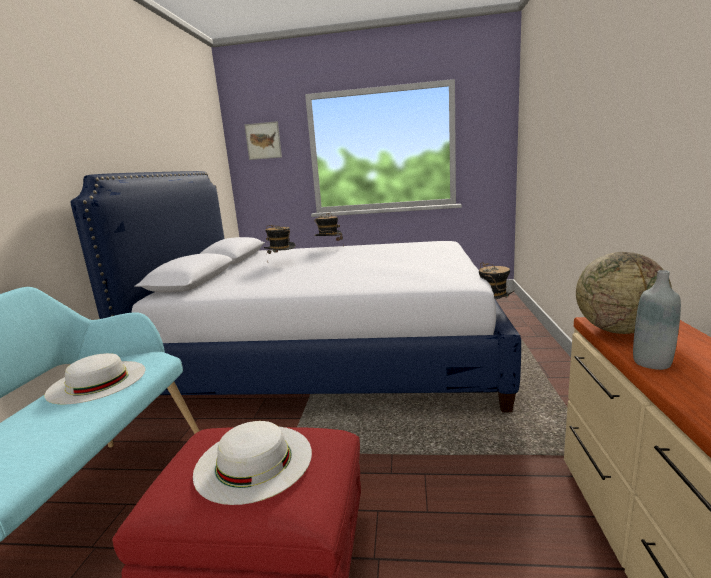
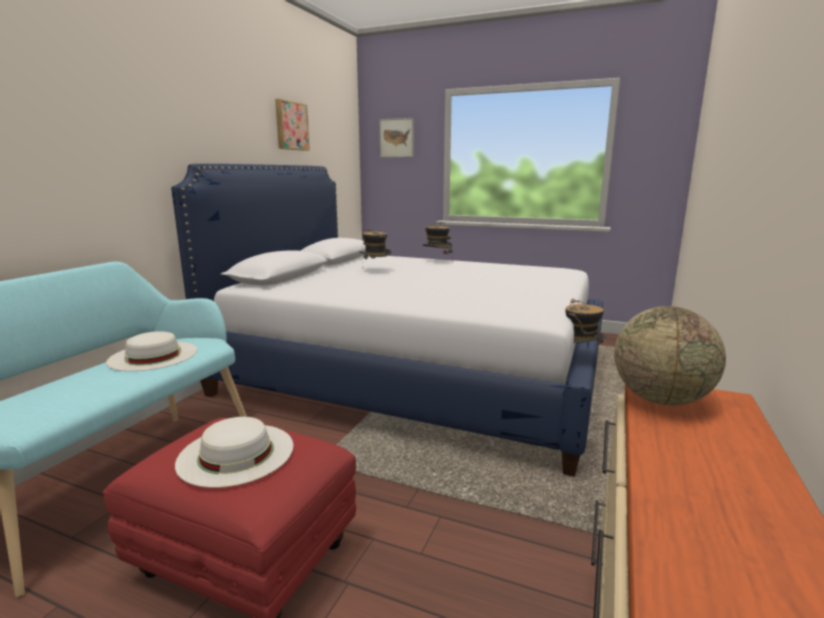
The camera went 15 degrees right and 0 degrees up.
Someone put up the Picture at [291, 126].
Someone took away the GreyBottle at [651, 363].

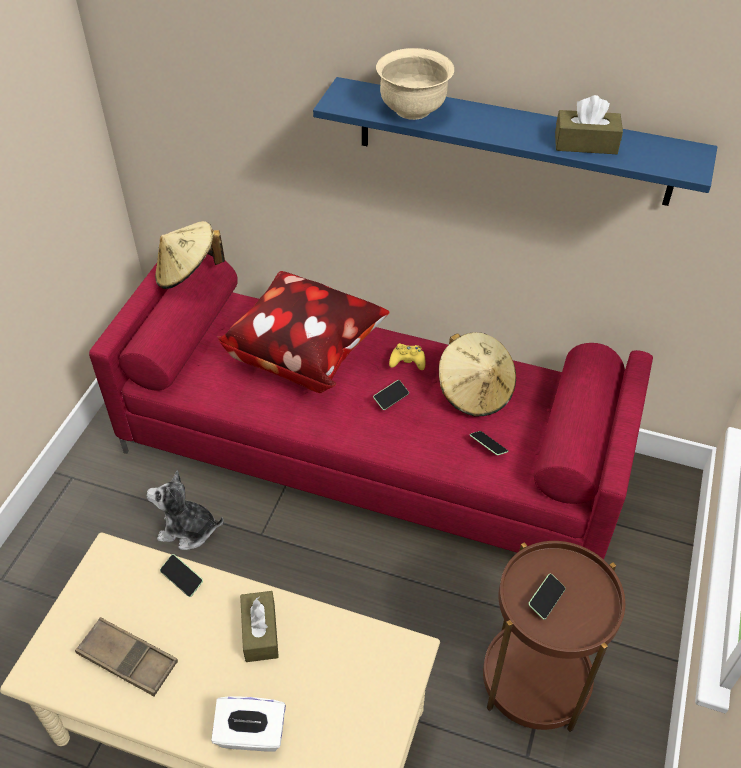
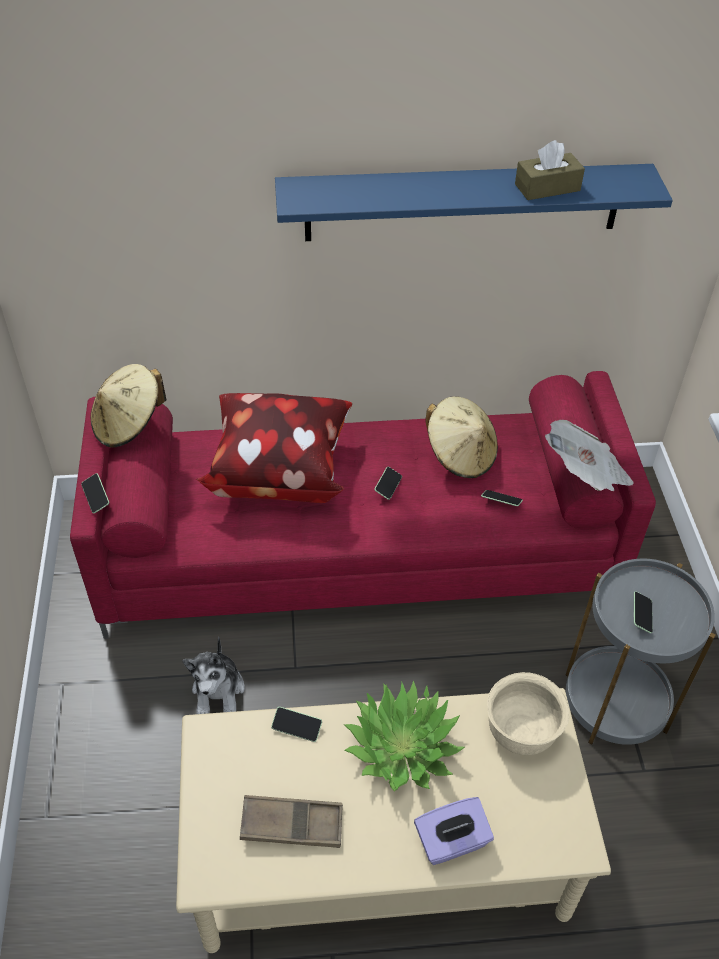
The camera went 25 degrees left and 0 degrees up.
Someone put down the Phone at [96, 497].
Someone rotated the PlushToy at [188, 530] by 75 degrees counterclockwise.
Someone swapped the BrownTissueBox at [260, 632] for the PottedPlant at [402, 747].
Someone repainted the WhiteTissueBox at [251, 734], which became the PurpleTissueBox at [451, 842].
Someone carried the BeigeBowl from [413, 110] to [521, 732].
Someone put down the Newspaper at [585, 474].
Someone repainted the BrownSideTable at [535, 681], which became the GreySideTable at [615, 702].
Someone took away the YellowGameController at [407, 361].

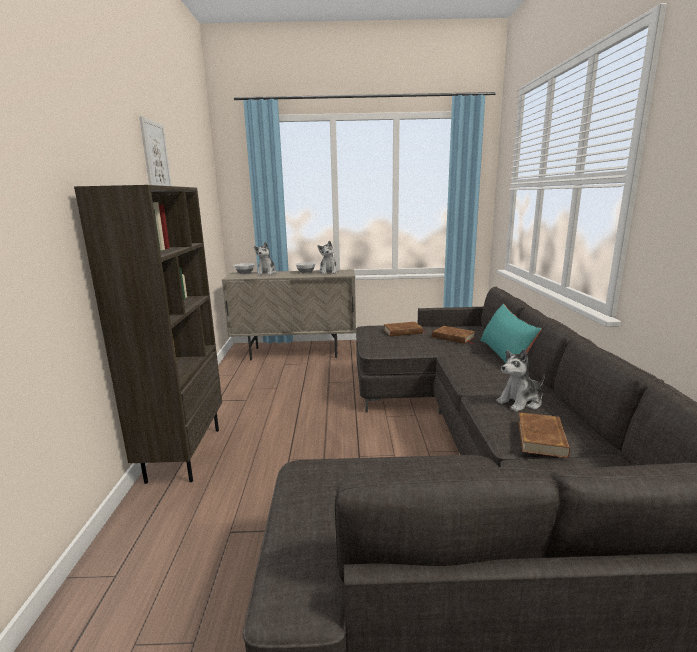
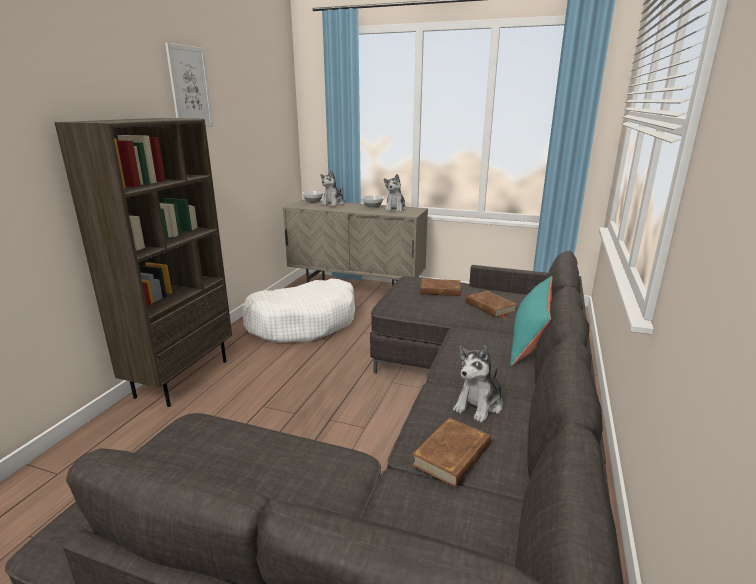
The camera went 20 degrees right and 5 degrees up.
Someone put down the WhiteDogBed at [303, 323].
Someone rotated the PlushToy at [520, 402] by 45 degrees counterclockwise.

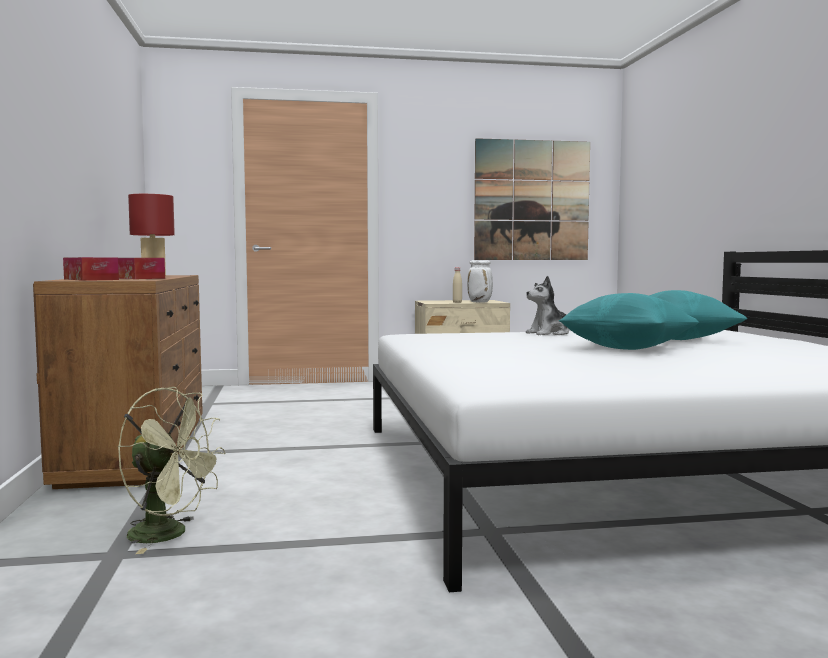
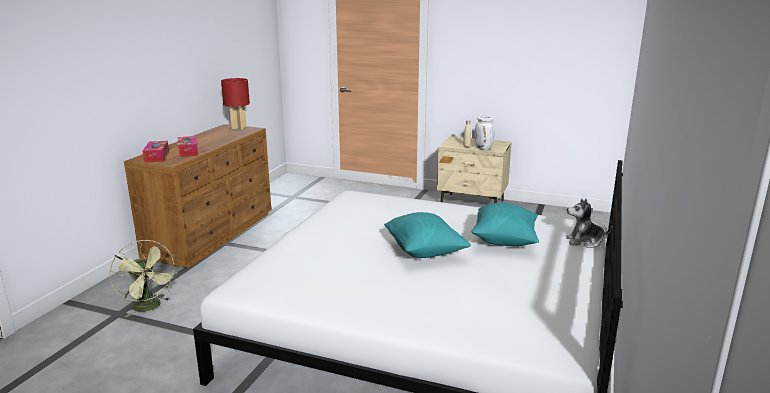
The camera went 30 degrees right and 15 degrees up.
Someone carried the PlushToy from [549, 333] to [584, 242].
Someone took away the Picture at [532, 200].

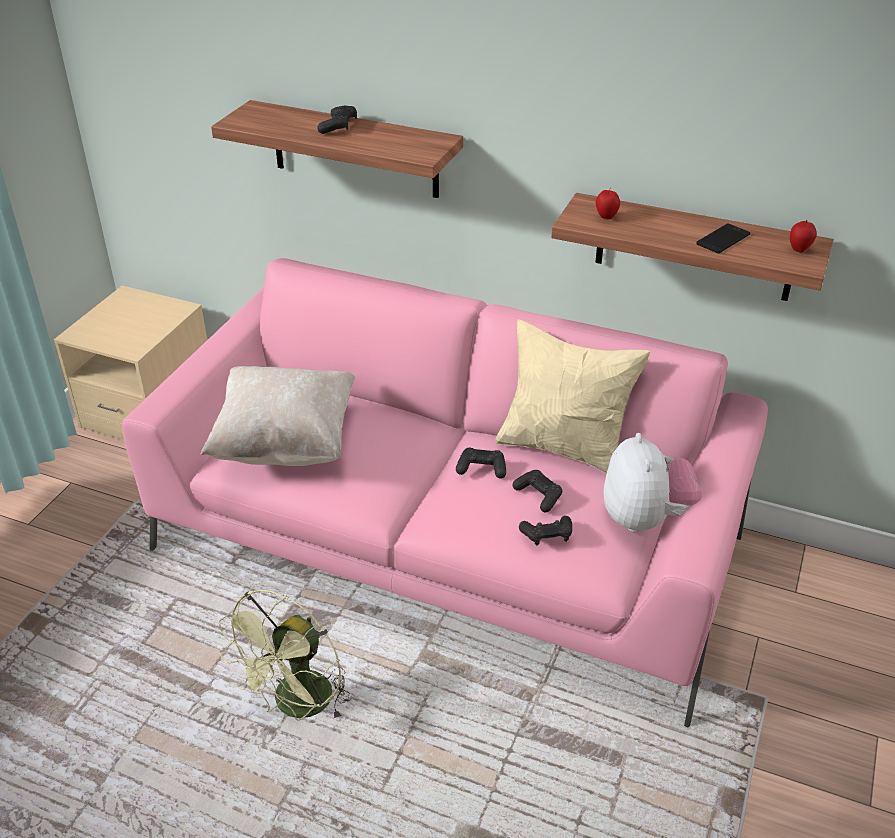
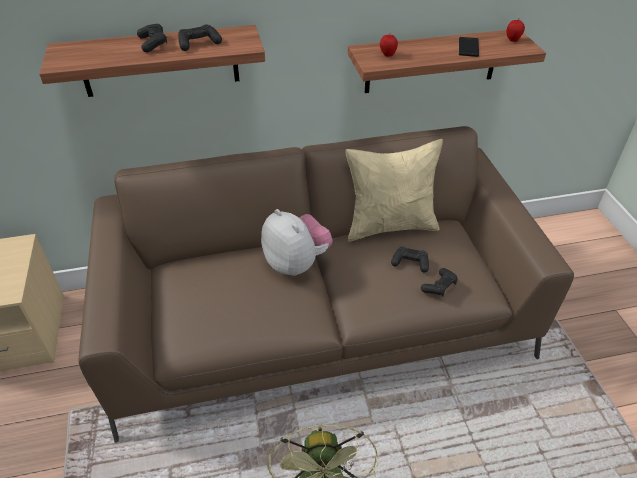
The camera went 35 degrees left and 5 degrees up.
Someone repainted the PinkSofa at [448, 543], which became the BrownSofa at [318, 321].
Someone carried the BlackGameController from [481, 469] to [199, 43].
Someone carried the PlushToy from [645, 519] to [296, 263].
Someone took away the BeigePillow at [285, 442].

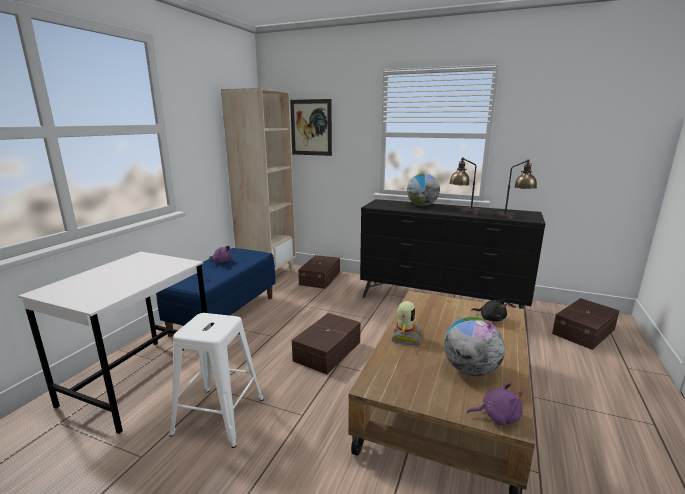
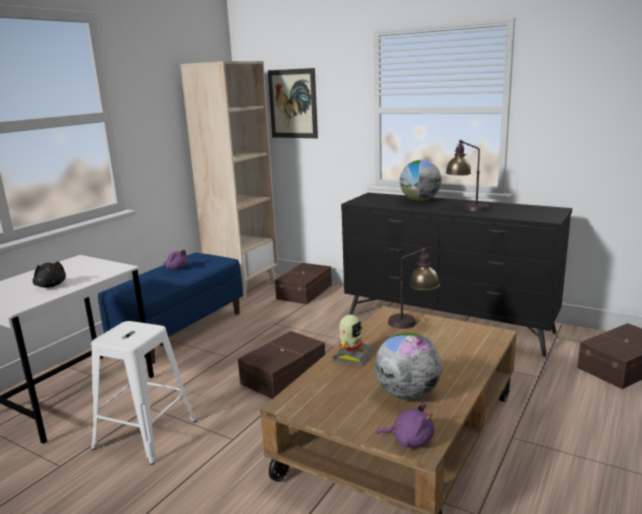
The camera went 10 degrees right and 0 degrees up.
Someone carried the BlackPlushToy from [490, 318] to [51, 285].
Someone carried the TableLamp from [513, 216] to [413, 323].

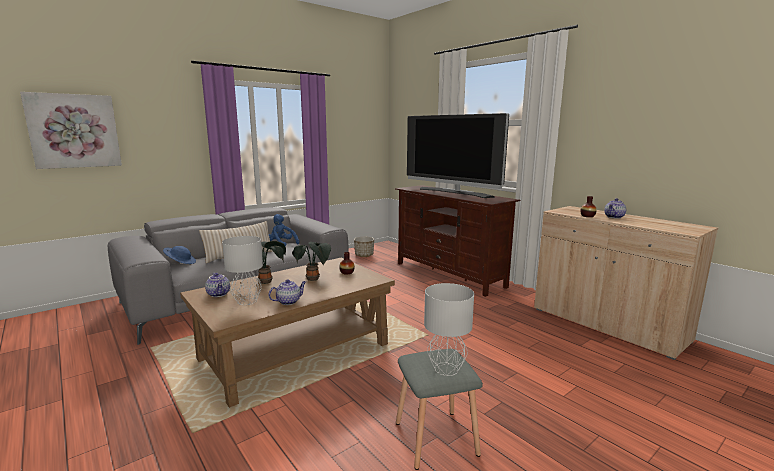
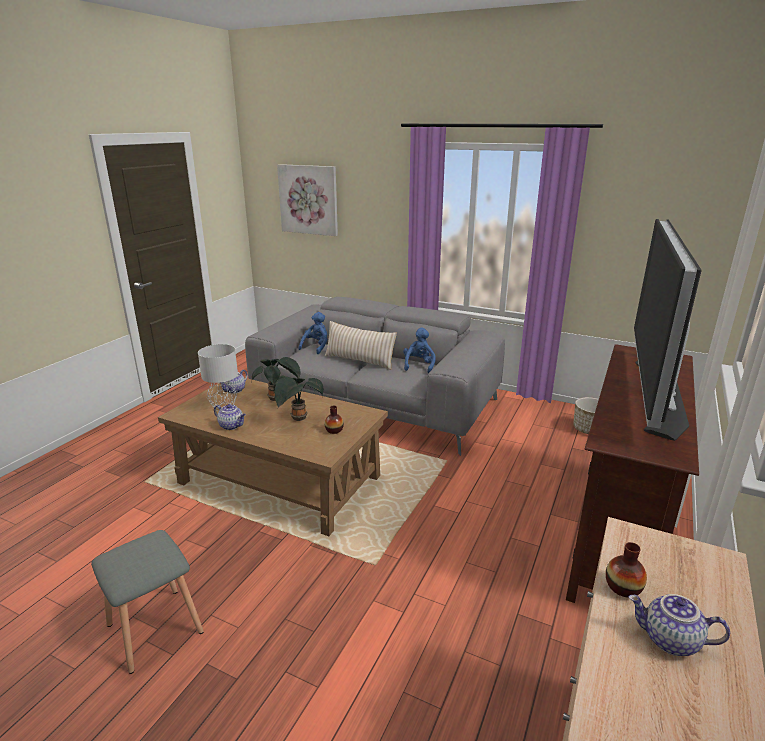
The camera went 65 degrees right and 10 degrees up.
Someone swapped the BlueHat at [180, 263] for the BluePlushToy at [316, 347].
Someone took away the GreyTableLamp at [446, 368].

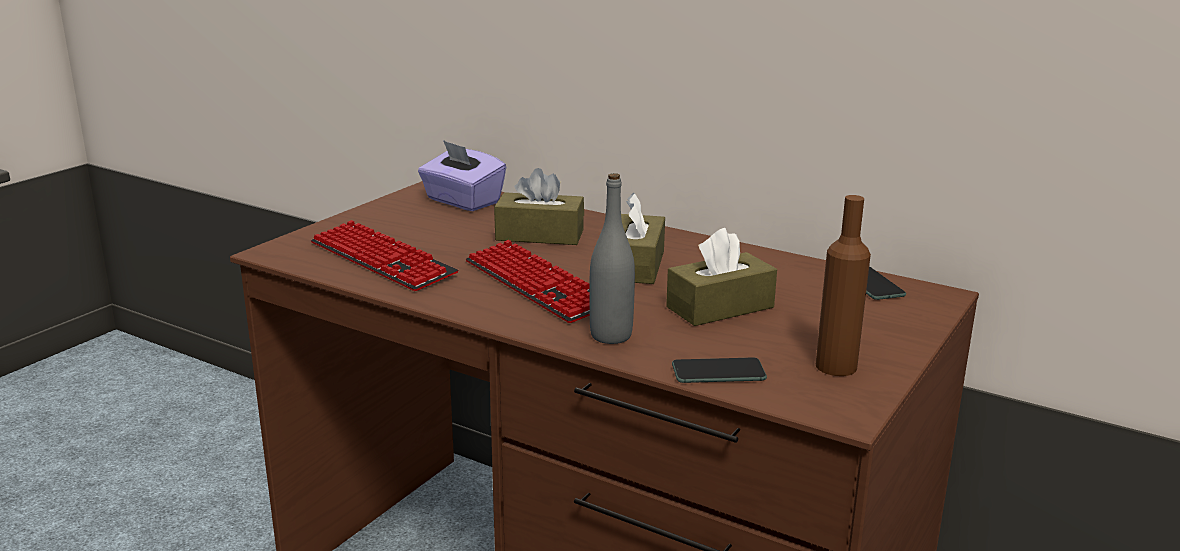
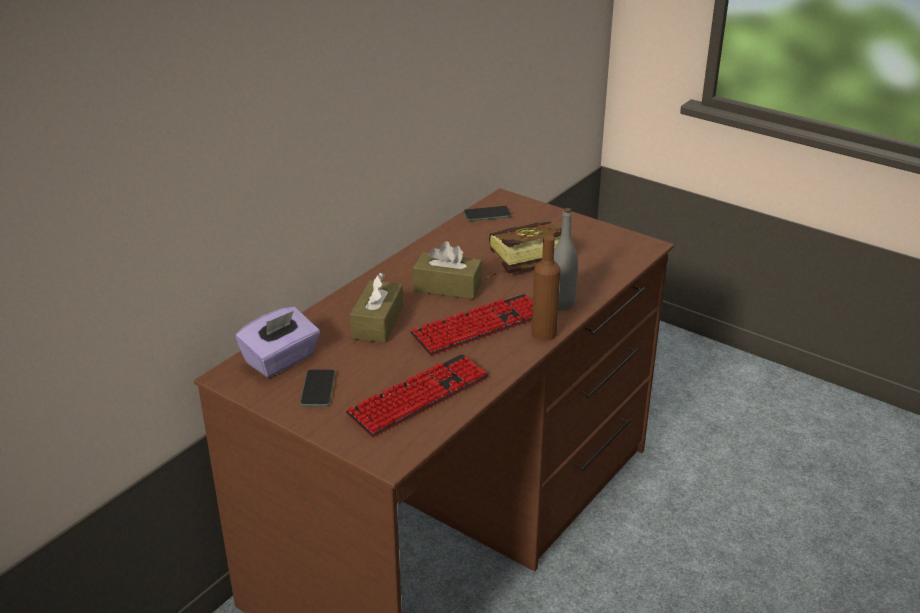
The camera went 85 degrees left and 10 degrees up.
Someone carried the Phone from [718, 372] to [318, 389].
Someone swapped the BrownTissueBox at [720, 307] for the Book at [519, 264].
Someone carried the BrownBottle from [836, 366] to [544, 333].

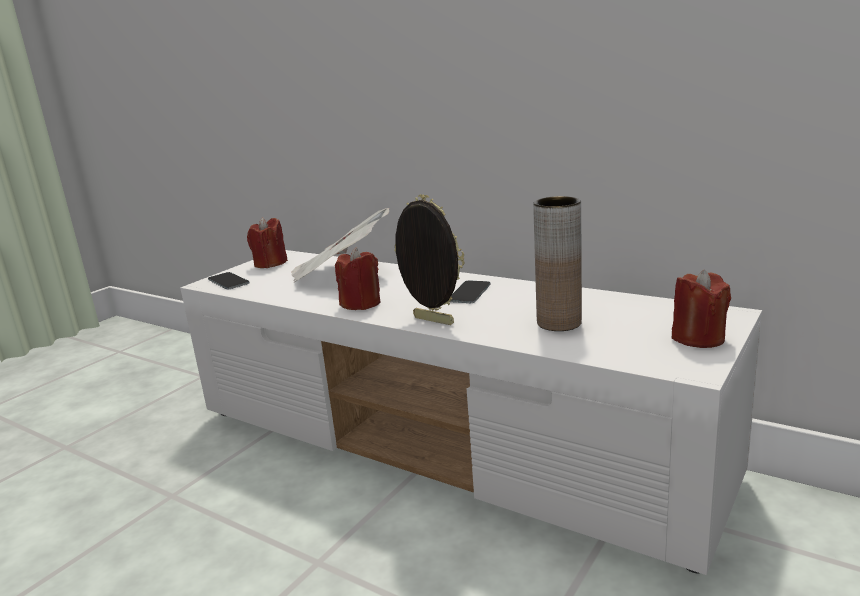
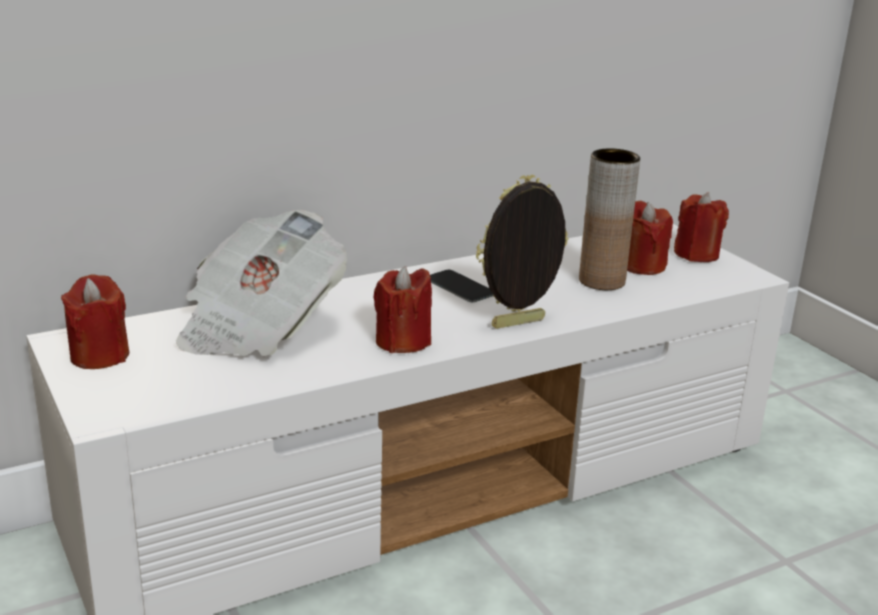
The camera went 65 degrees left and 5 degrees up.
Someone put down the RedCandle at [642, 266].
Someone took away the Phone at [228, 281].

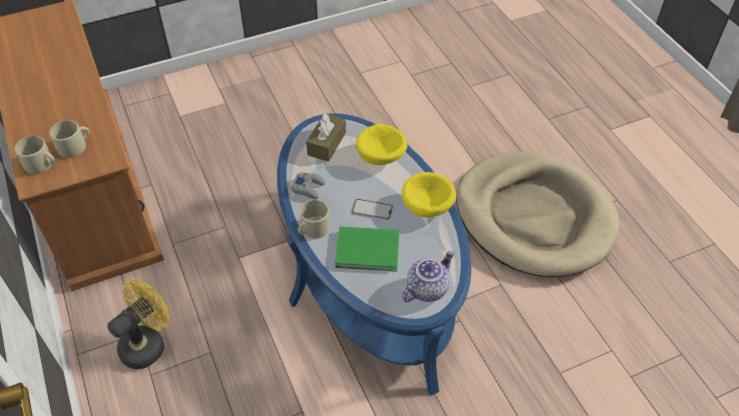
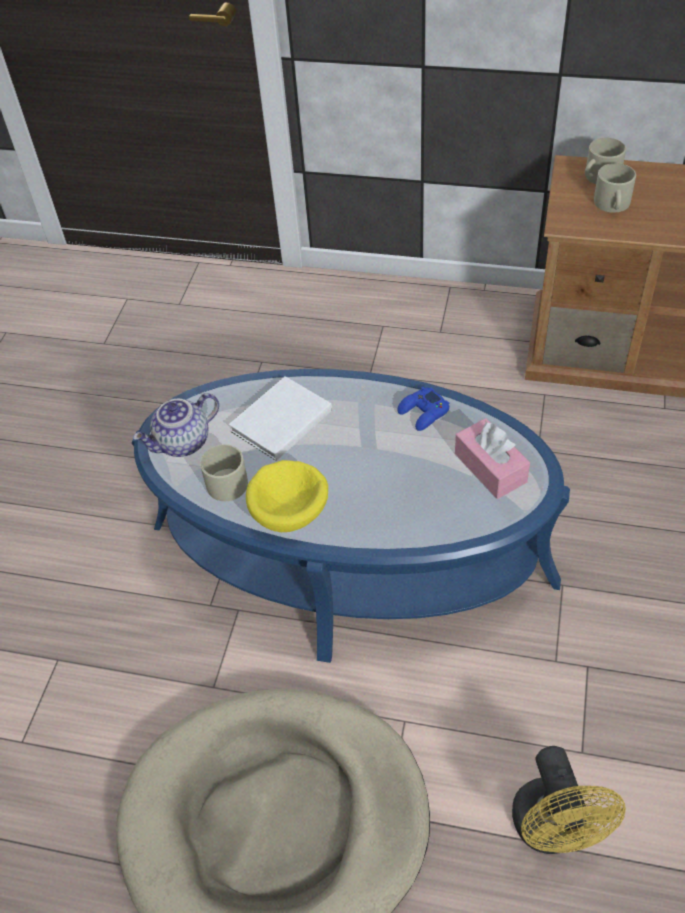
The camera went 130 degrees right and 0 degrees up.
Someone rotated the Teapot at [426, 288] by 60 degrees clockwise.
Someone carried the BeigeMug from [312, 229] to [226, 480].
Someone repainted the GreenBook at [369, 251], which became the WhiteBook at [278, 421].
Someone repainted the GreyGameController at [308, 188], which became the BlueGameController at [423, 413].
Someone repainted the BrownTissueBox at [326, 144], which became the PinkTissueBox at [490, 467].
Someone carried the YellowFan from [148, 344] to [554, 831].
Someone took away the Phone at [372, 209].
Someone took away the YellowBowl at [382, 156].

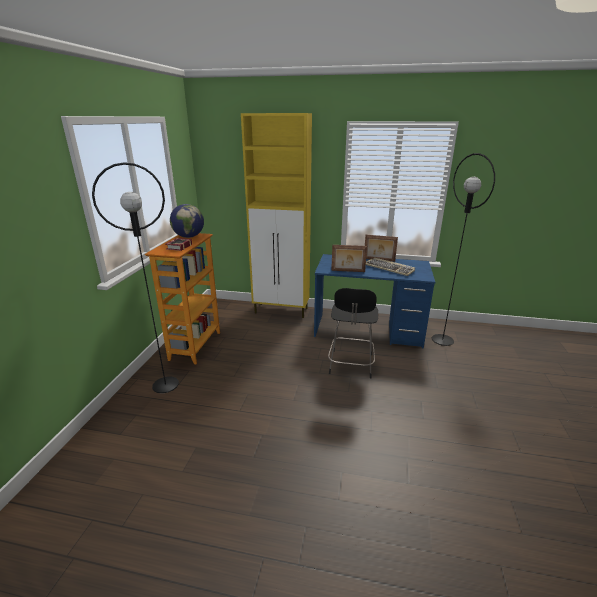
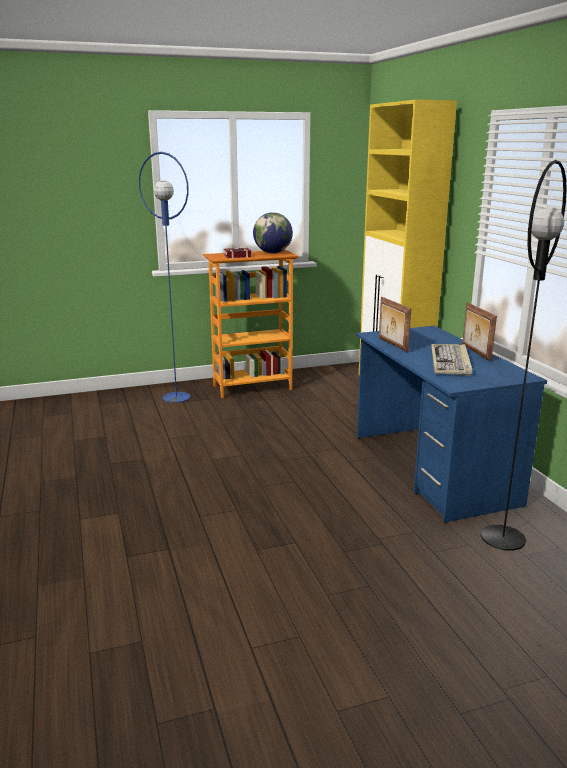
The camera went 60 degrees right and 5 degrees down.
Someone repainted the BlackFloorLamp at [165, 385], which became the BlueFloorLamp at [176, 397].
Someone took away the BlackStool at [350, 365].

